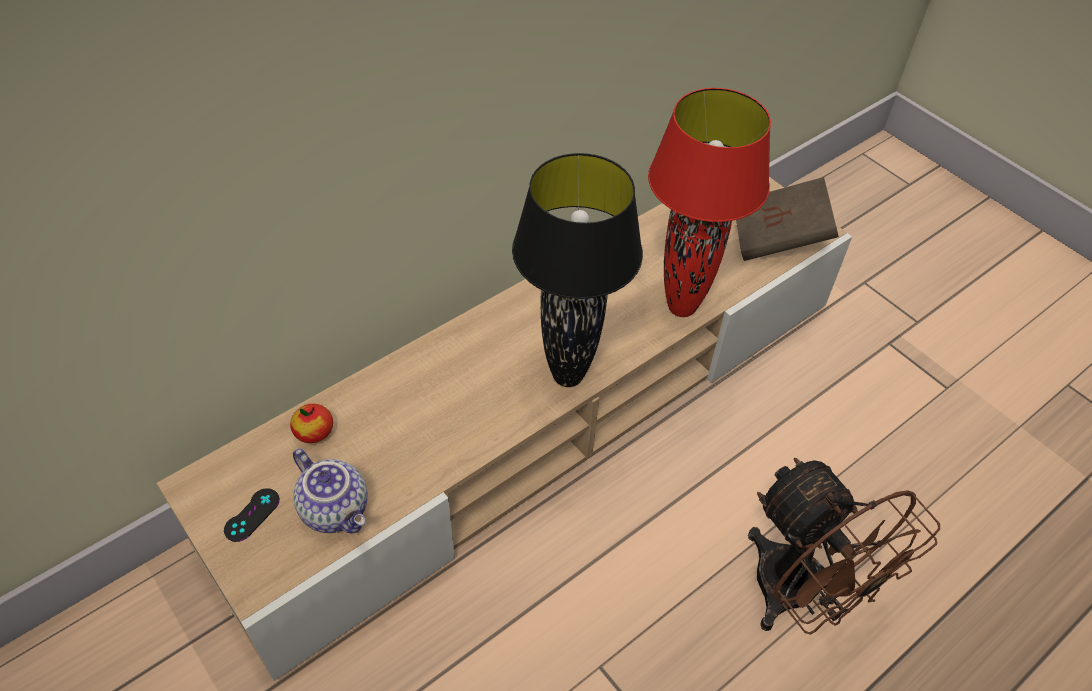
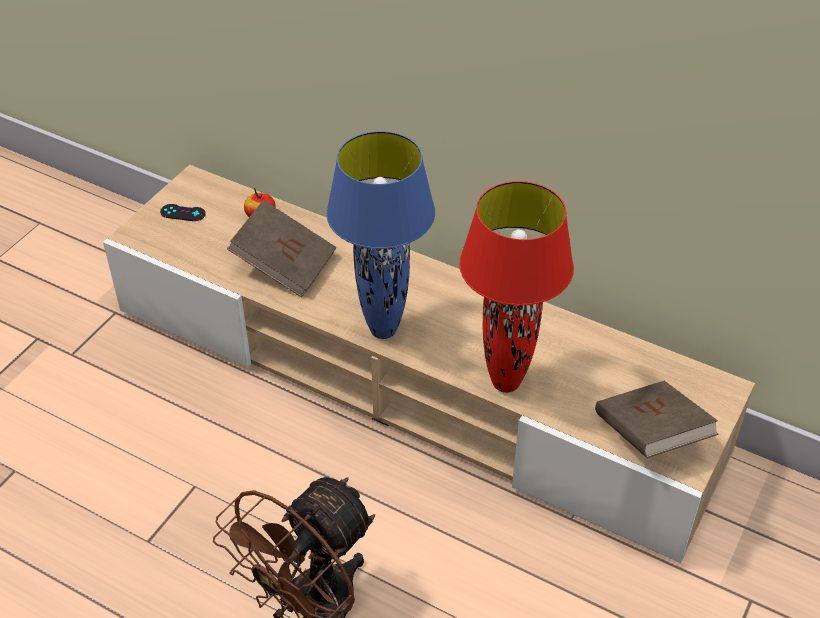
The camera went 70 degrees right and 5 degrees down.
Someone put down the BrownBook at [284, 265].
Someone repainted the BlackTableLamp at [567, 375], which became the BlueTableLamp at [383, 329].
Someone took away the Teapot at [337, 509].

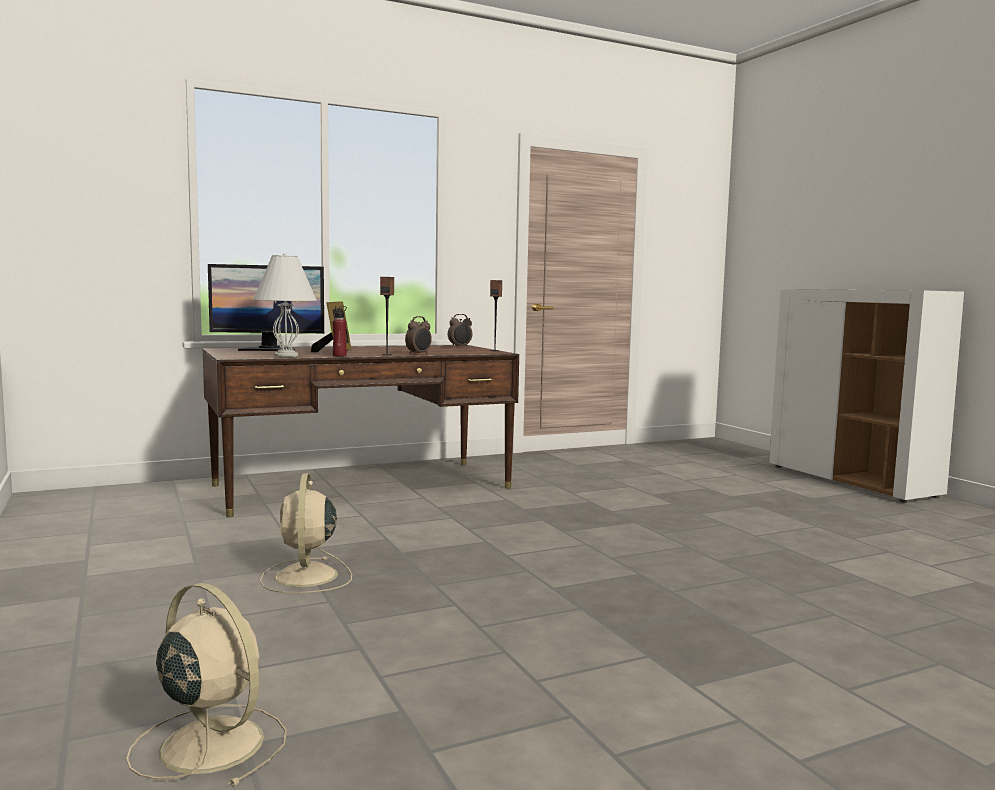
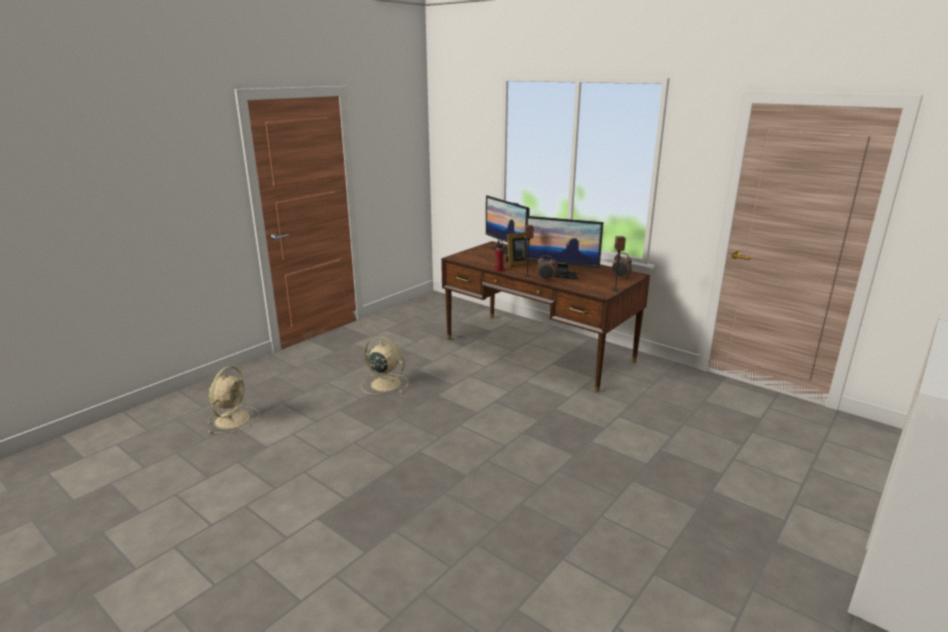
The camera went 65 degrees right and 15 degrees up.
Someone rotated the BeigeFan at [306, 577] by 60 degrees clockwise.
Someone put down the Monitor at [561, 274].
Someone took away the WhiteTableLamp at [286, 355].

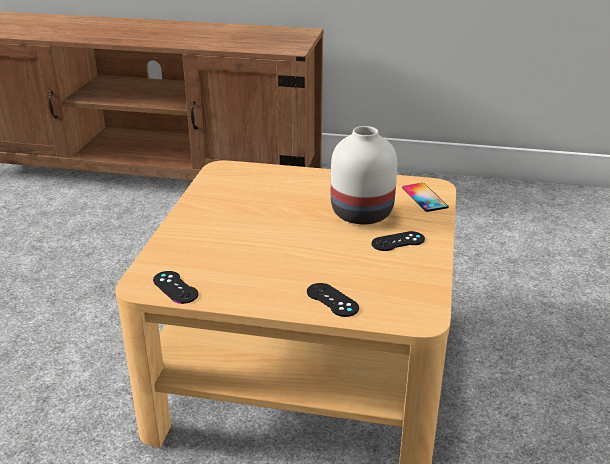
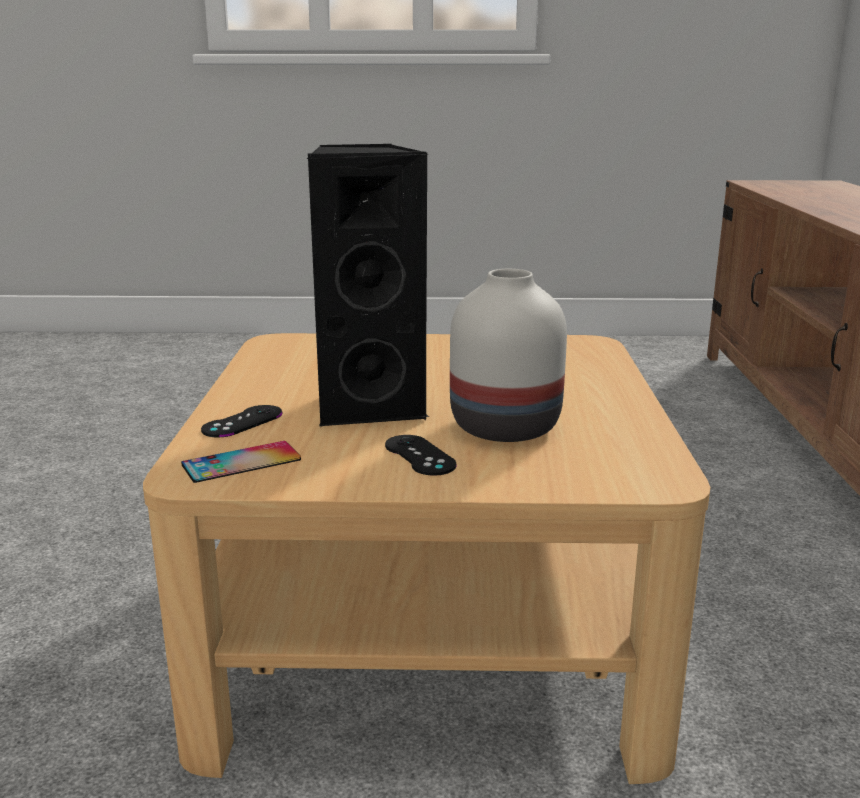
The camera went 80 degrees right and 10 degrees down.
Someone carried the Phone from [424, 197] to [241, 462].
Someone put down the BlackSpeaker at [369, 406].
Someone took away the BlackGameController at [175, 287].

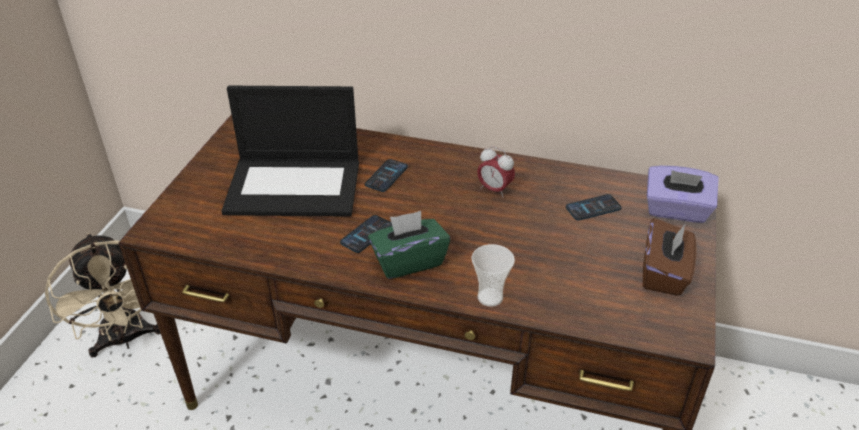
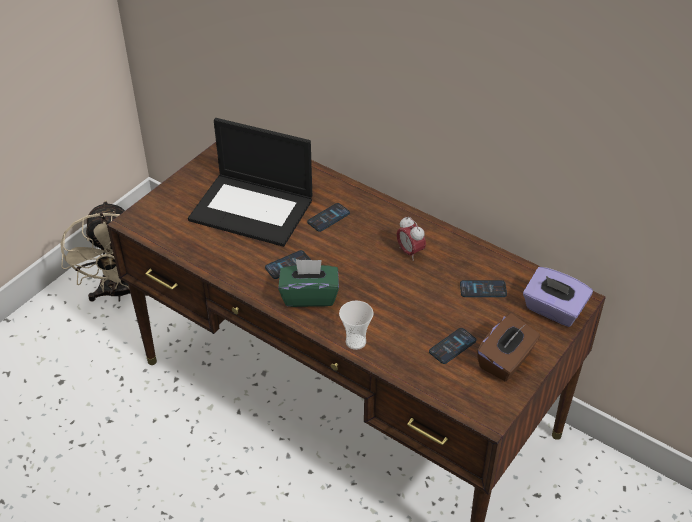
The camera went 20 degrees right and 5 degrees up.
Someone put down the Phone at [452, 346].

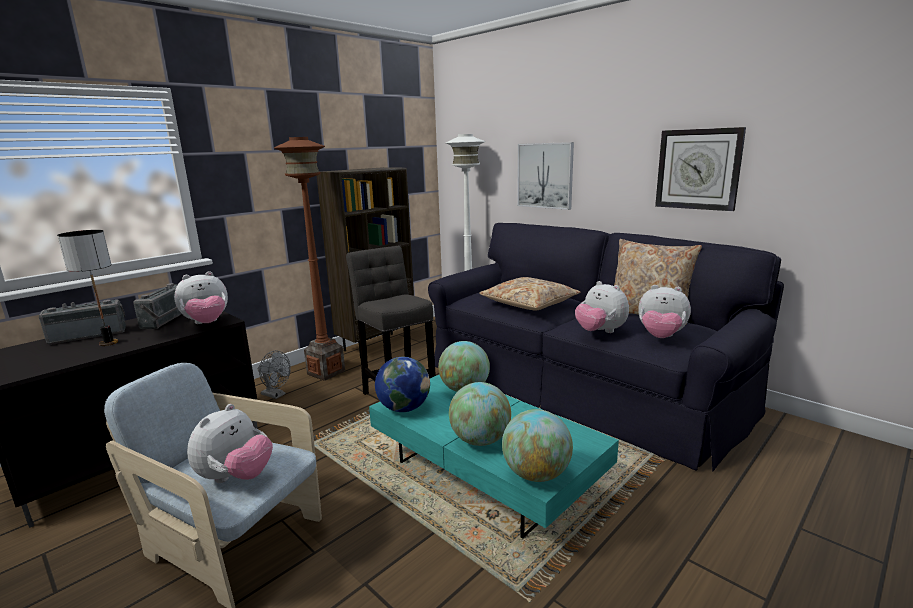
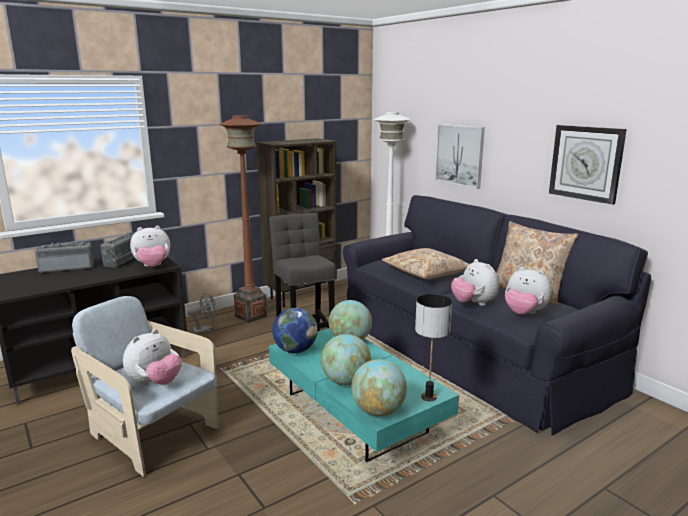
The camera went 10 degrees right and 0 degrees up.
Someone rotated the GreyFan at [276, 395] by 60 degrees counterclockwise.
Someone carried the TableLamp from [108, 343] to [428, 397].

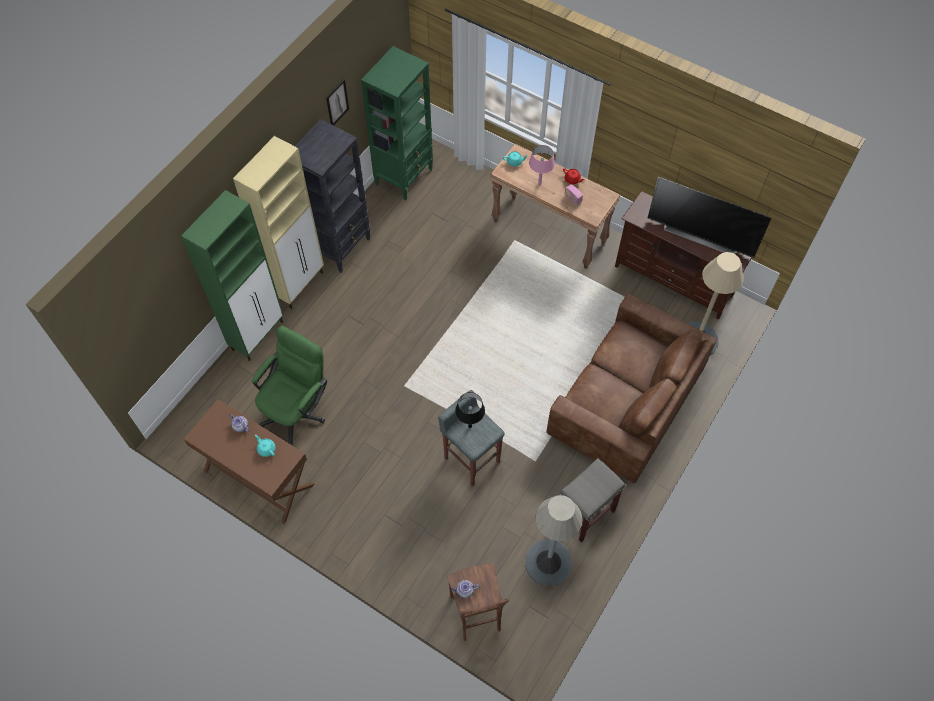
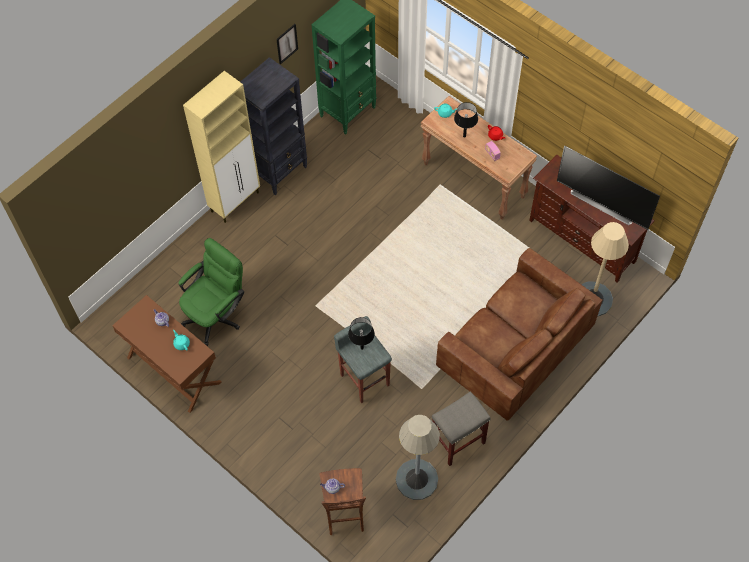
The camera went 10 degrees right and 0 degrees up.
Someone repainted the PinkTableLamp at [539, 183], which became the BlackTableLamp at [464, 136].
Someone took away the GreenCabinet at [258, 335].

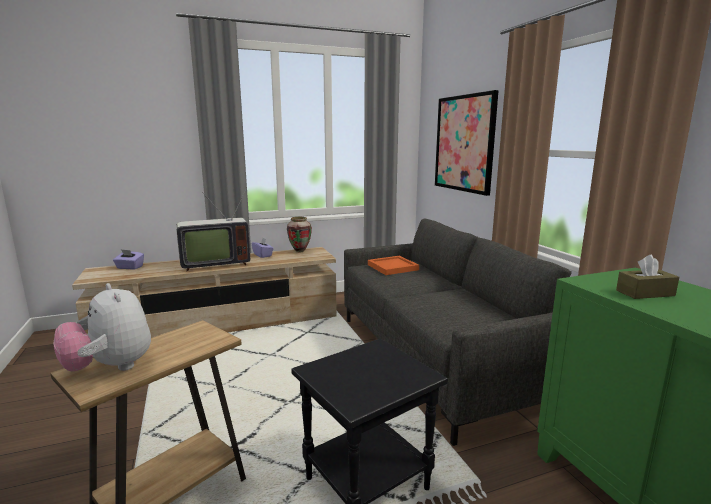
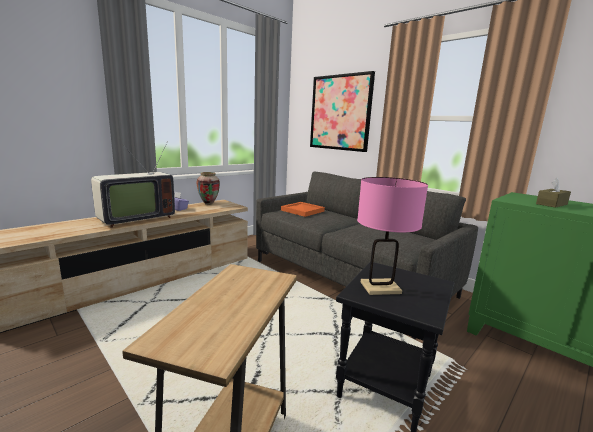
The camera went 25 degrees left and 0 degrees up.
Someone put down the PinkTableLamp at [380, 288].
Someone took away the PlushToy at [111, 368].
Someone took away the PurpleTissueBox at [129, 267].

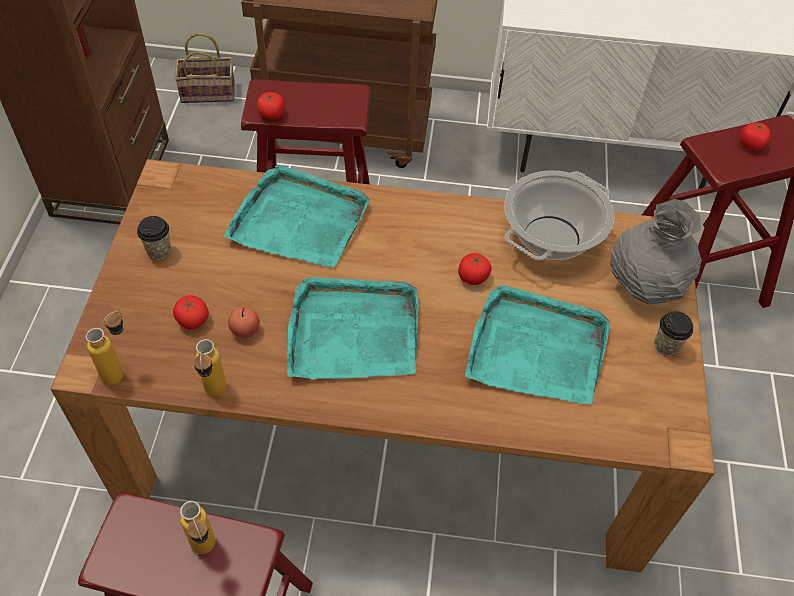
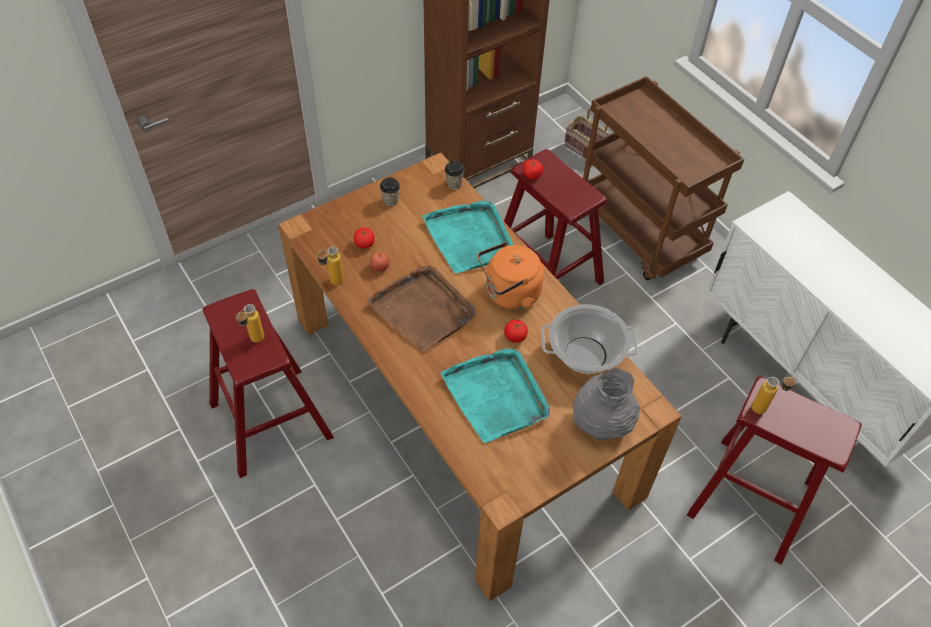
The camera went 50 degrees right and 0 degrees up.
Someone repainted the TurquoiseTray at [353, 332], which became the BrownTray at [423, 310].
Someone carried the Cup from [666, 346] to [454, 184].
Someone put down the OrangeKettle at [509, 294].
Someone carried the Bottle from [121, 371] to [765, 409].
Someone took away the Tomato at [751, 144].

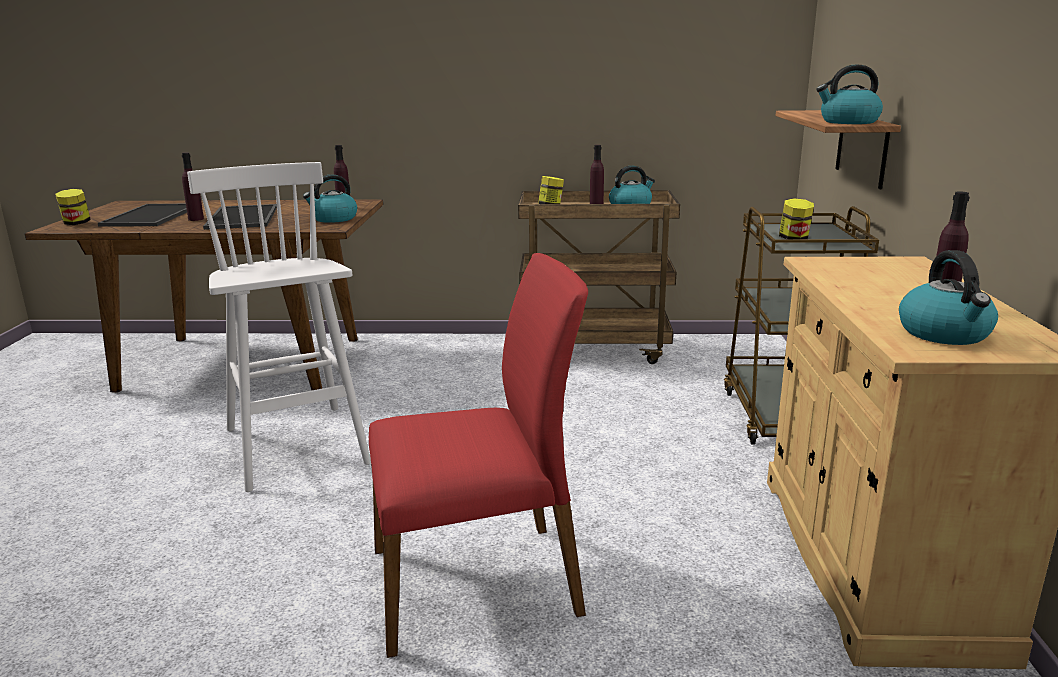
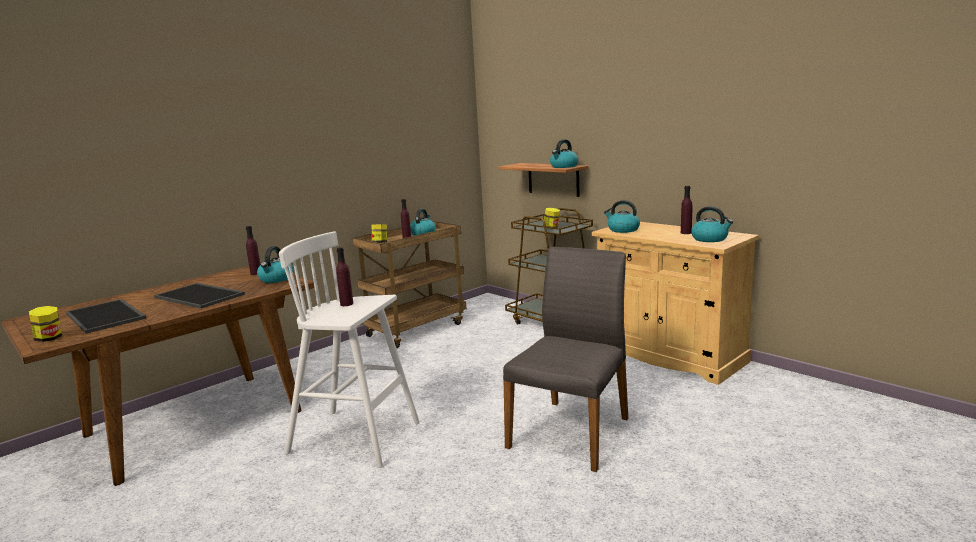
The camera went 45 degrees left and 5 degrees down.
Someone carried the PurpleBottle from [196, 219] to [346, 304].
Someone repainted the RedChair at [477, 582], which became the GreyChair at [571, 432].
Someone put down the Kettle at [622, 230].

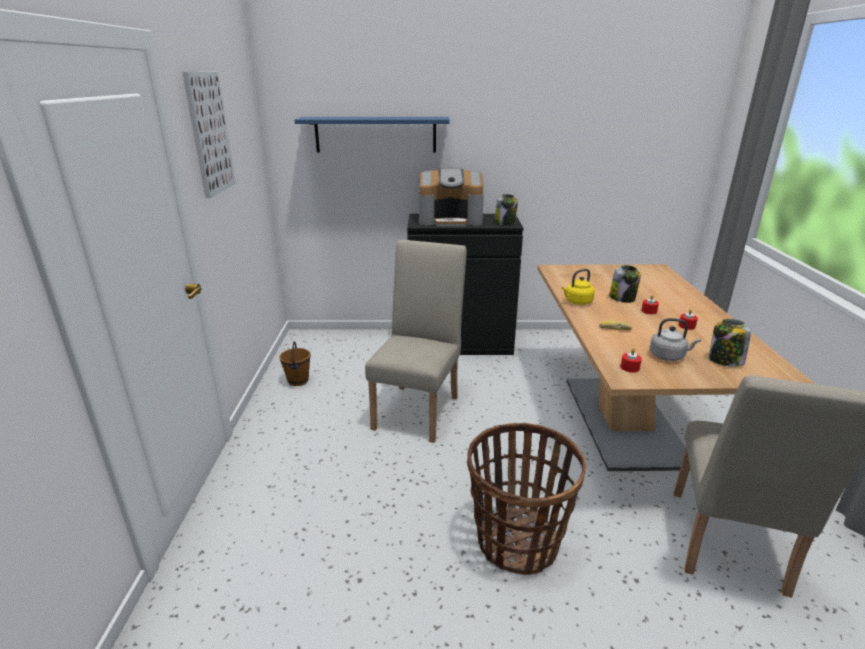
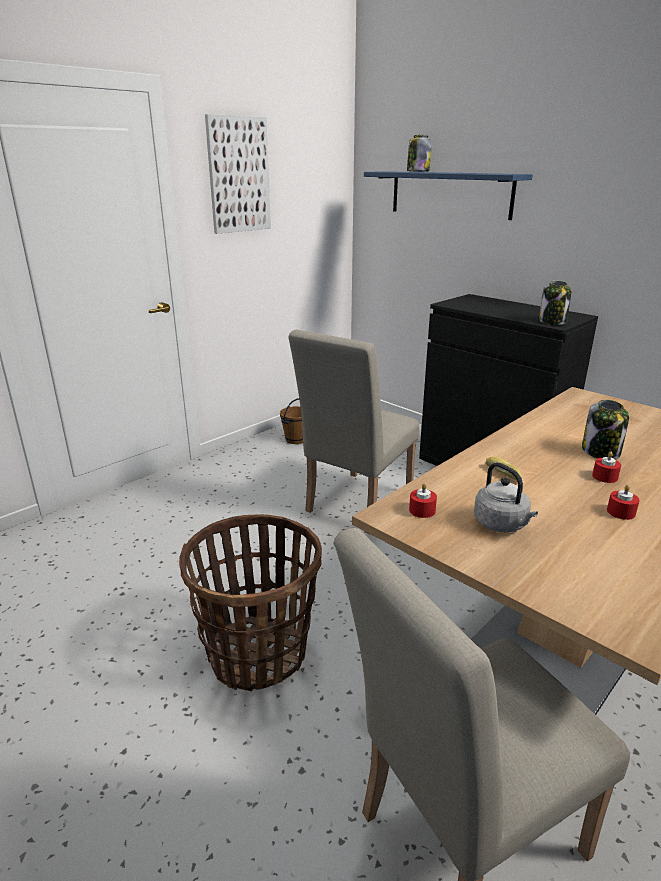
The camera went 45 degrees right and 0 degrees up.
Someone rotated the BeigeChair at [419, 408] by 150 degrees clockwise.
Someone carried the Jar from [725, 361] to [417, 172].
Someone took away the CoffeeMachine at [450, 220].
Someone took away the YellowKettle at [577, 302].

